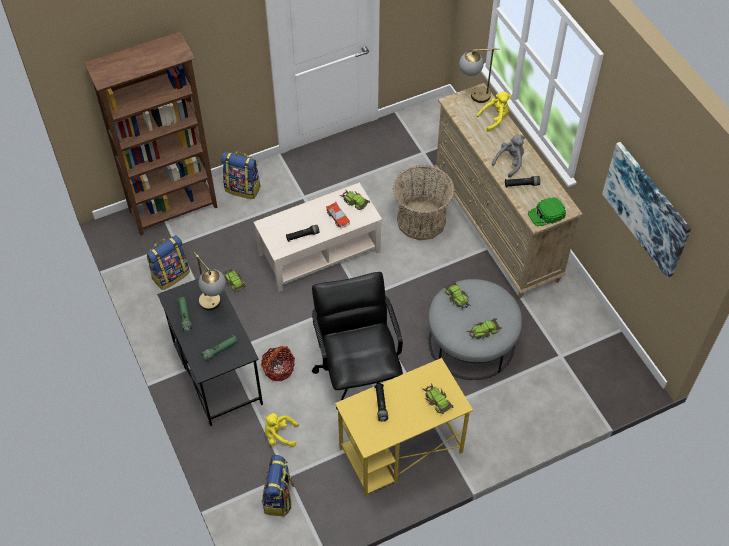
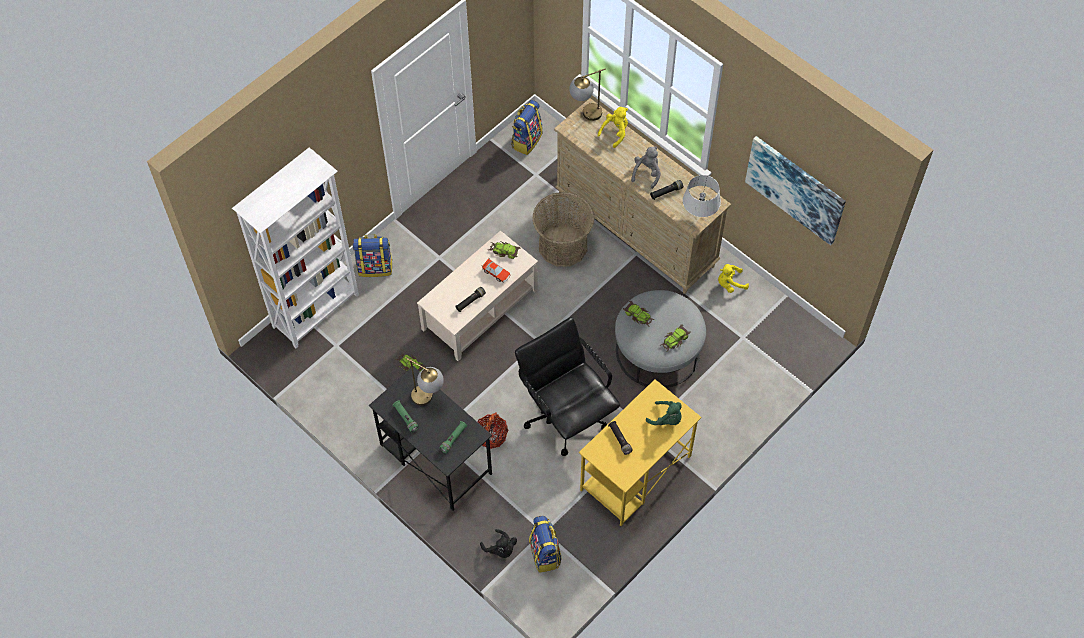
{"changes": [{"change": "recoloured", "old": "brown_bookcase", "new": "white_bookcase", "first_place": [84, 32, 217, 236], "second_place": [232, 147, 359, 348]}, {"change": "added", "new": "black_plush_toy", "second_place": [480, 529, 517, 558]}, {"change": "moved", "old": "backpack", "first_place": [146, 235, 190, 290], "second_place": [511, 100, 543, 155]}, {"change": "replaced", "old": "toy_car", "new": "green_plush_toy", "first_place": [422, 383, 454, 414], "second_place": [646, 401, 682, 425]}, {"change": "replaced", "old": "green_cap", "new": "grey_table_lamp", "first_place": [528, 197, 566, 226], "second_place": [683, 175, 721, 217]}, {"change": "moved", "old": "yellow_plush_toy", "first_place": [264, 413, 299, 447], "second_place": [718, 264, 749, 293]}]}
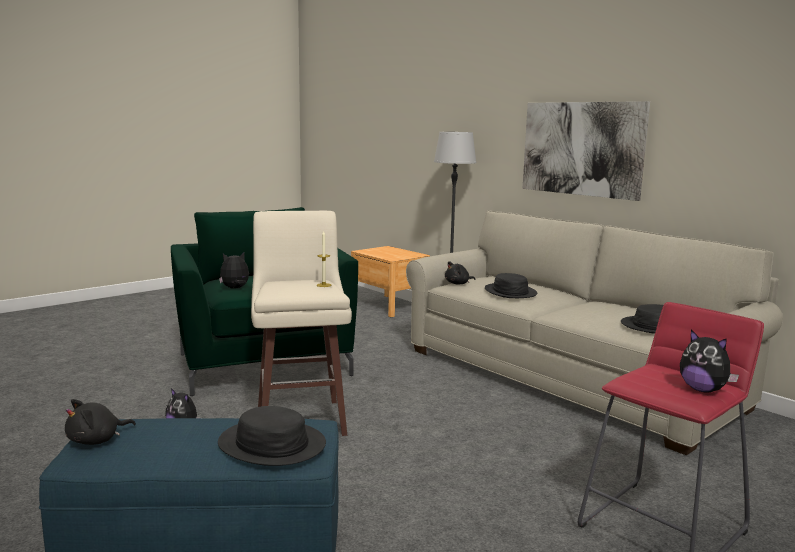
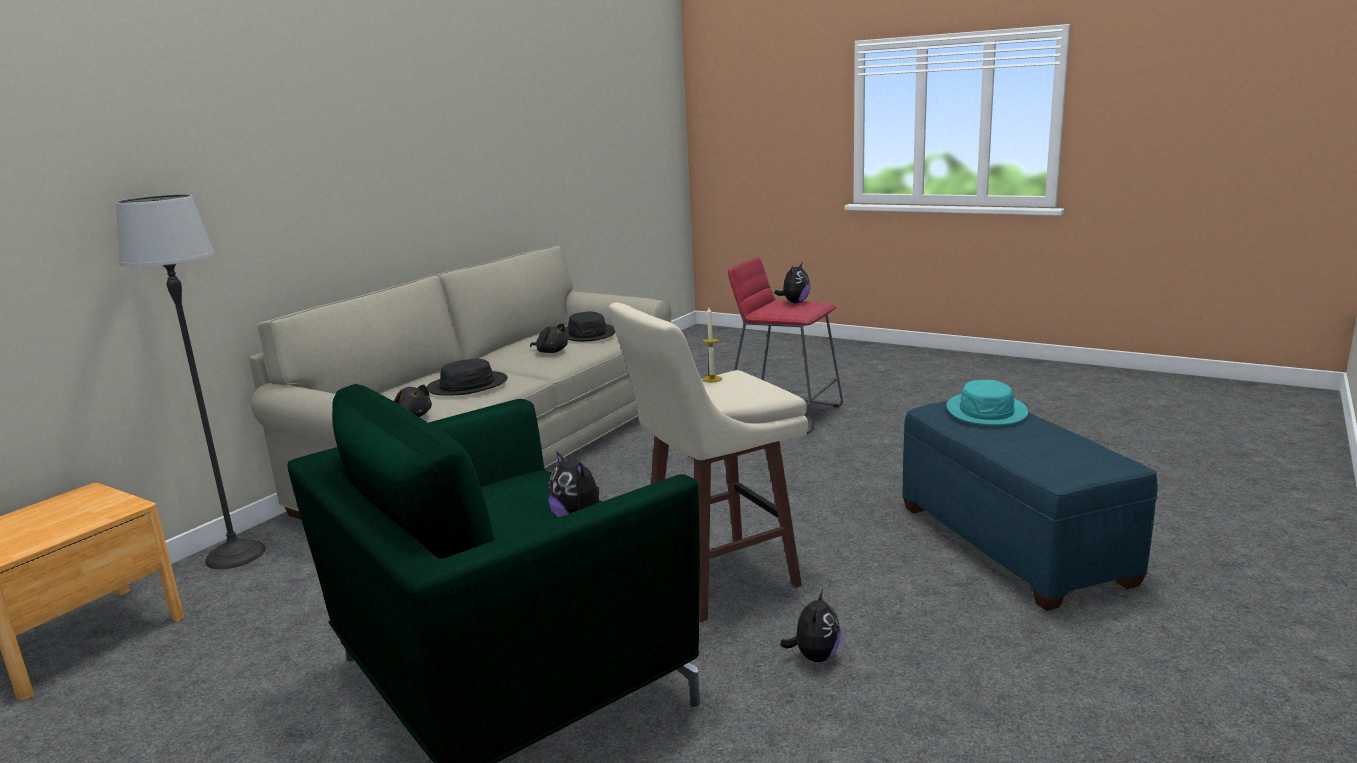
{"changes": [{"change": "moved", "old": "black_plush_toy", "first_place": [65, 399, 136, 445], "second_place": [530, 323, 568, 353]}, {"change": "recoloured", "old": "black_hat", "new": "turquoise_hat", "first_place": [218, 406, 326, 466], "second_place": [947, 380, 1028, 426]}, {"change": "removed", "old": "picture", "first_place": [522, 101, 650, 201]}]}
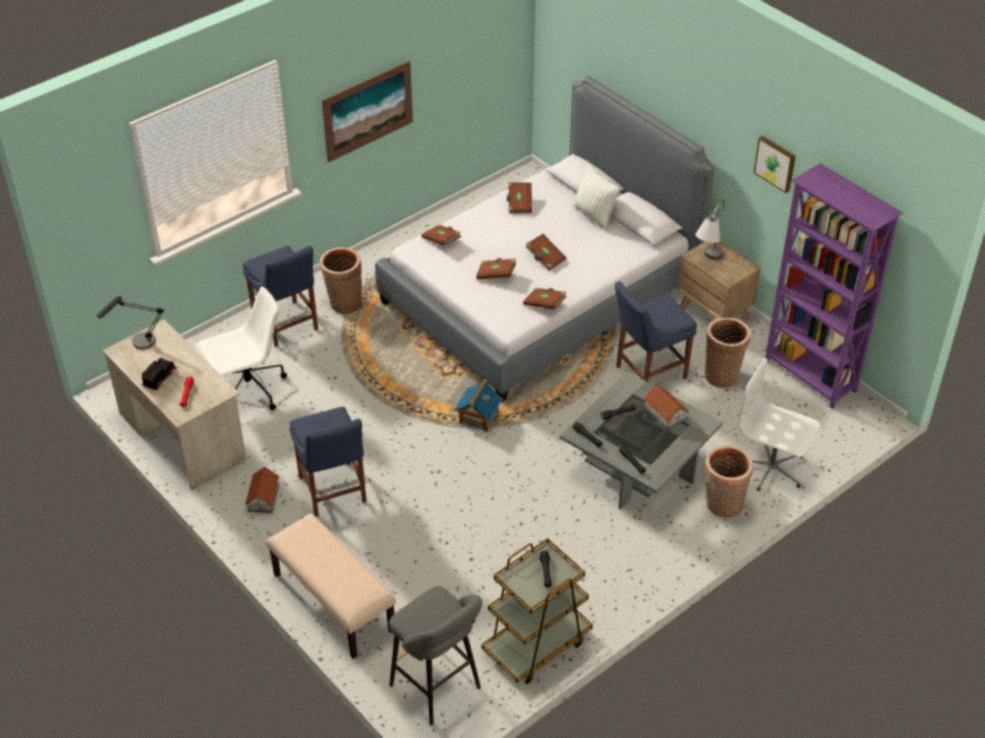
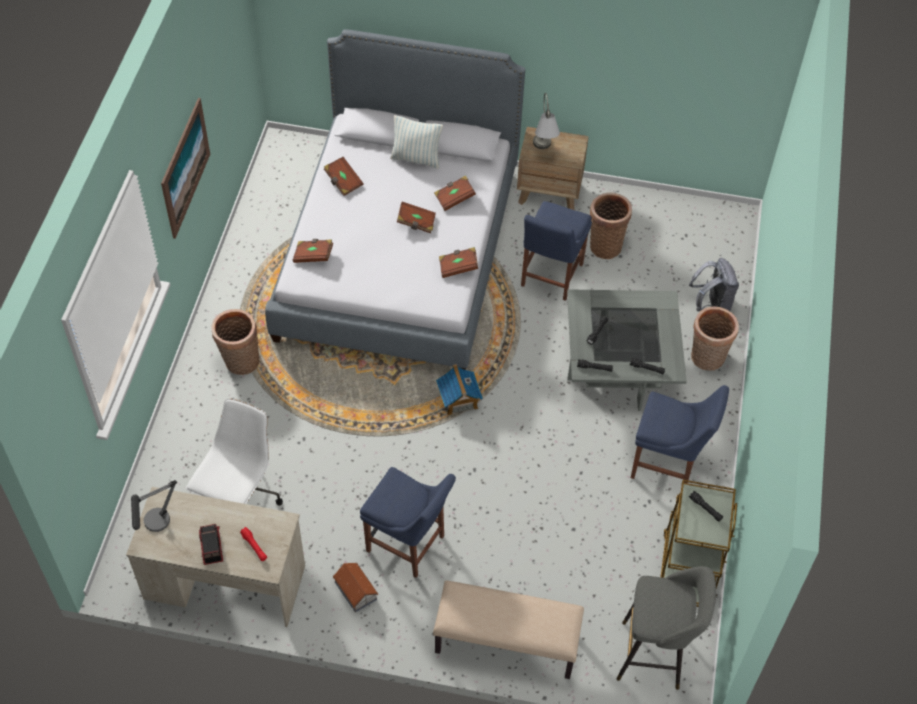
{"changes": [{"change": "moved", "old": "brown_book", "first_place": [476, 258, 516, 280], "second_place": [434, 175, 476, 211]}, {"change": "moved", "old": "blue_chair", "first_place": [243, 246, 318, 347], "second_place": [631, 385, 729, 483]}, {"change": "replaced", "old": "white_office_chair", "new": "grey_backpack", "first_place": [738, 358, 820, 491], "second_place": [689, 258, 739, 312]}, {"change": "removed", "old": "toy_house", "first_place": [644, 385, 689, 430]}, {"change": "removed", "old": "picture", "first_place": [754, 136, 795, 193]}, {"change": "removed", "old": "purple_bookcase", "first_place": [765, 163, 903, 409]}]}
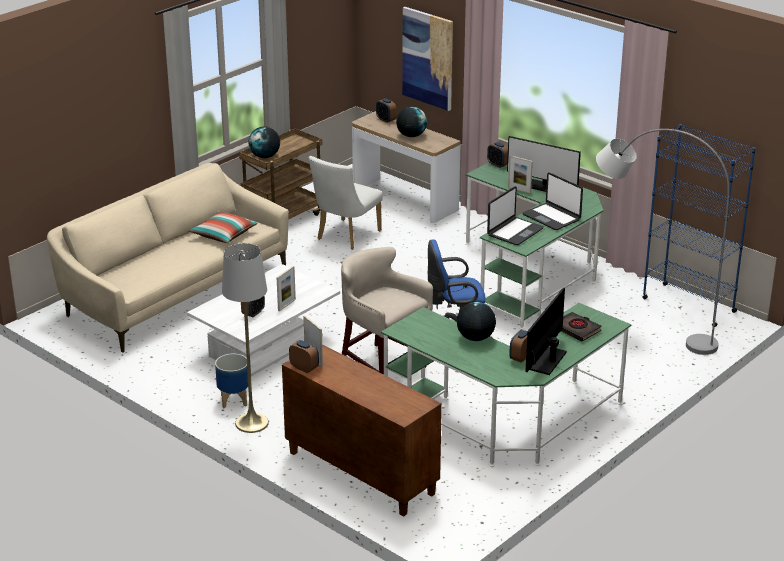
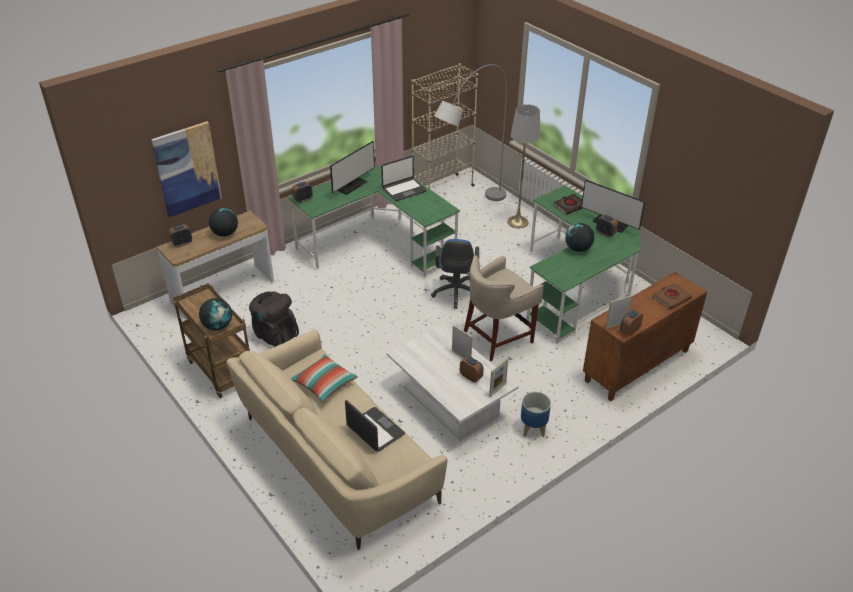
{"changes": [{"change": "replaced", "old": "white_chair", "new": "black_backpack", "first_place": [308, 156, 383, 250], "second_place": [249, 291, 299, 347]}, {"change": "moved", "old": "laptop", "first_place": [487, 186, 544, 245], "second_place": [345, 400, 405, 452]}, {"change": "recoloured", "old": "blue_bookcase", "new": "beige_bookcase", "first_place": [642, 124, 756, 327], "second_place": [412, 63, 478, 189]}, {"change": "moved", "old": "picture_frame", "first_place": [508, 155, 533, 193], "second_place": [489, 358, 508, 397]}, {"change": "moved", "old": "grey_floor_lamp", "first_place": [222, 243, 269, 433], "second_place": [507, 104, 540, 228]}, {"change": "added", "new": "brown_book", "second_place": [652, 283, 692, 310]}]}
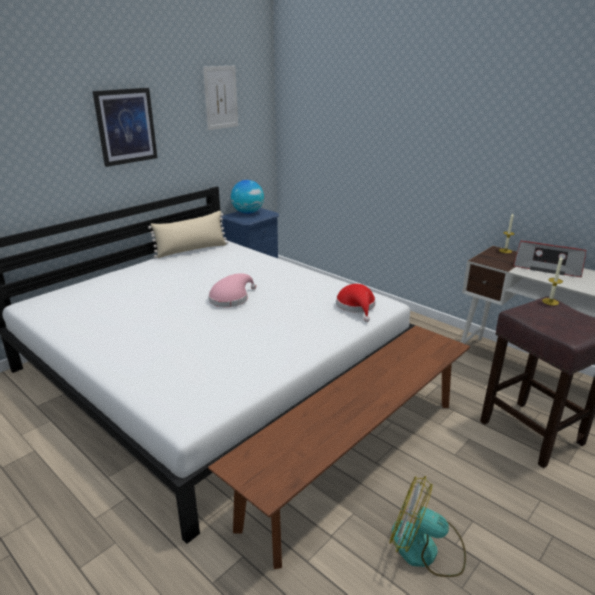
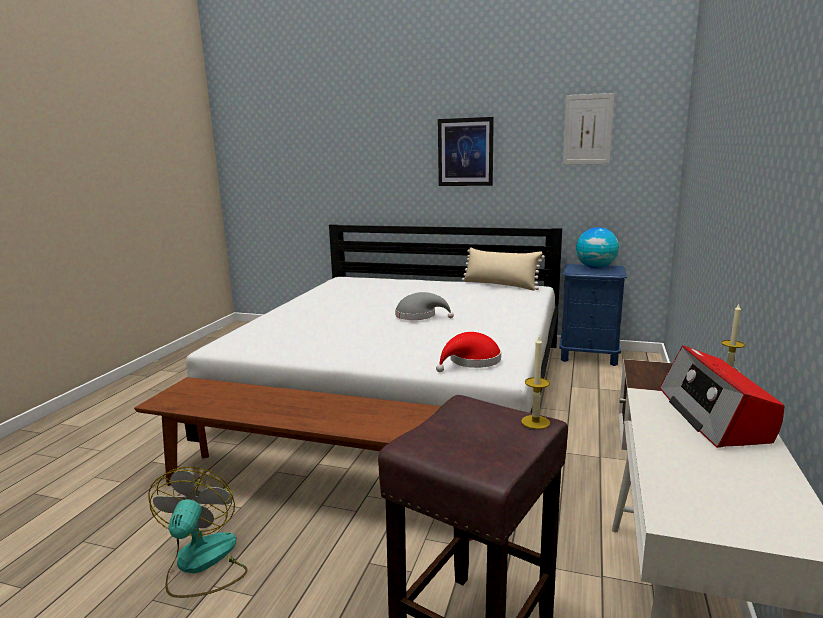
{"changes": [{"change": "recoloured", "old": "pink_hat", "new": "grey_hat", "first_place": [208, 273, 256, 307], "second_place": [395, 292, 454, 320]}]}
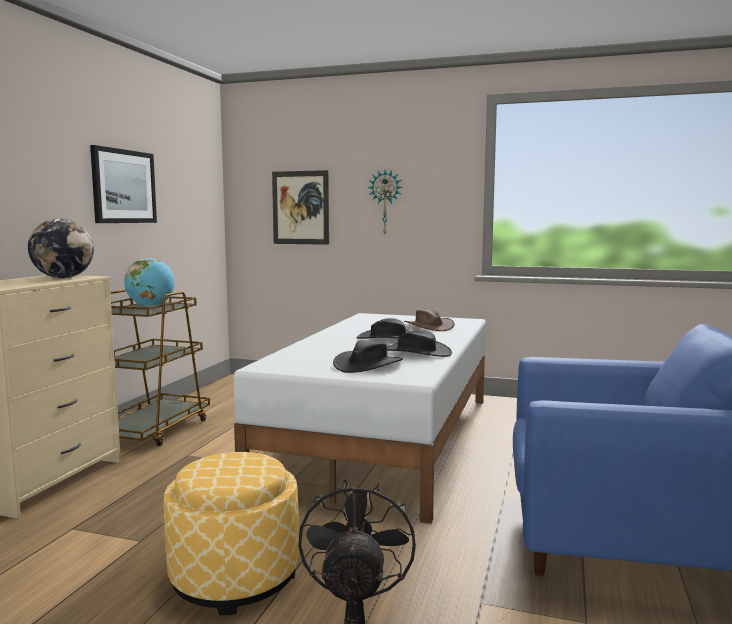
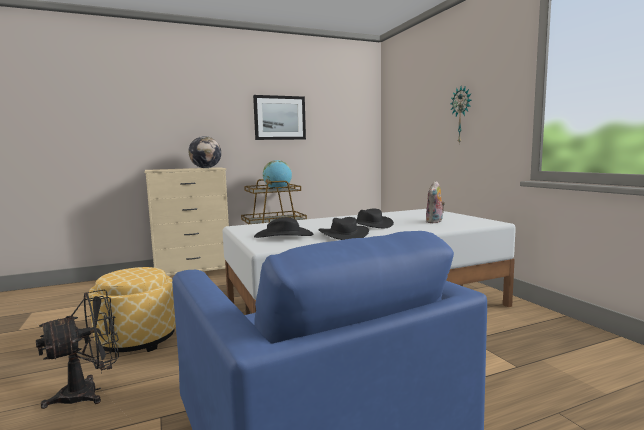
{"changes": [{"change": "replaced", "old": "brown_hat", "new": "plush_toy", "first_place": [404, 309, 455, 331], "second_place": [426, 181, 445, 223]}, {"change": "removed", "old": "picture", "first_place": [272, 170, 329, 245]}]}
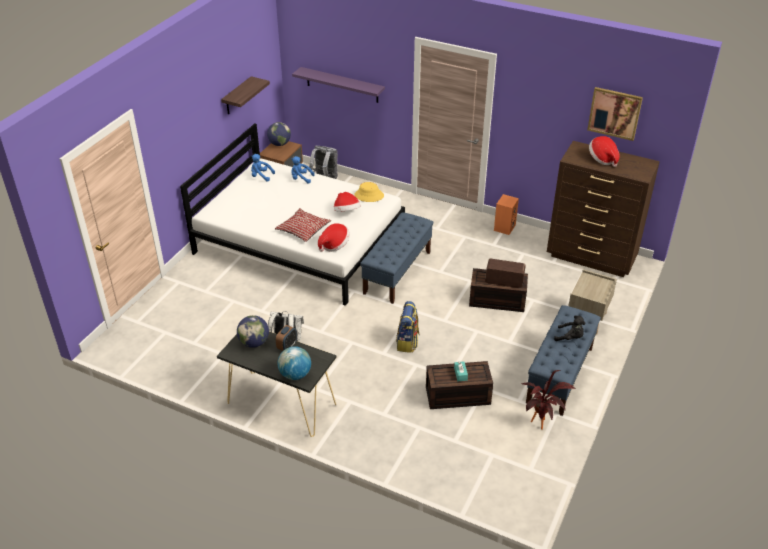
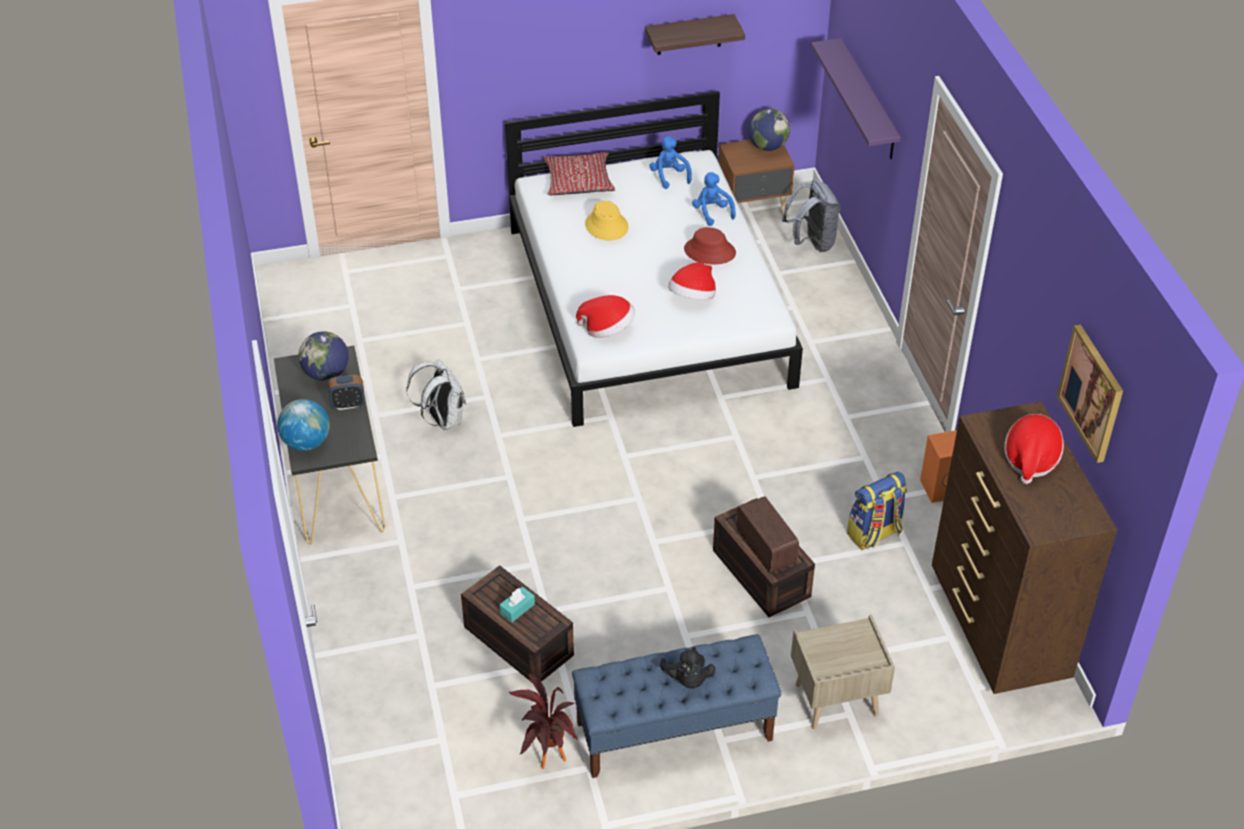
{"changes": [{"change": "moved", "old": "red_pillow", "first_place": [275, 208, 331, 242], "second_place": [543, 152, 615, 195]}, {"change": "moved", "old": "yellow_hat", "first_place": [354, 182, 384, 202], "second_place": [585, 201, 629, 240]}, {"change": "added", "new": "red_hat", "second_place": [684, 227, 736, 265]}, {"change": "moved", "old": "backpack", "first_place": [396, 301, 420, 353], "second_place": [847, 472, 907, 550]}, {"change": "removed", "old": "blue_bench", "first_place": [360, 212, 433, 304]}]}
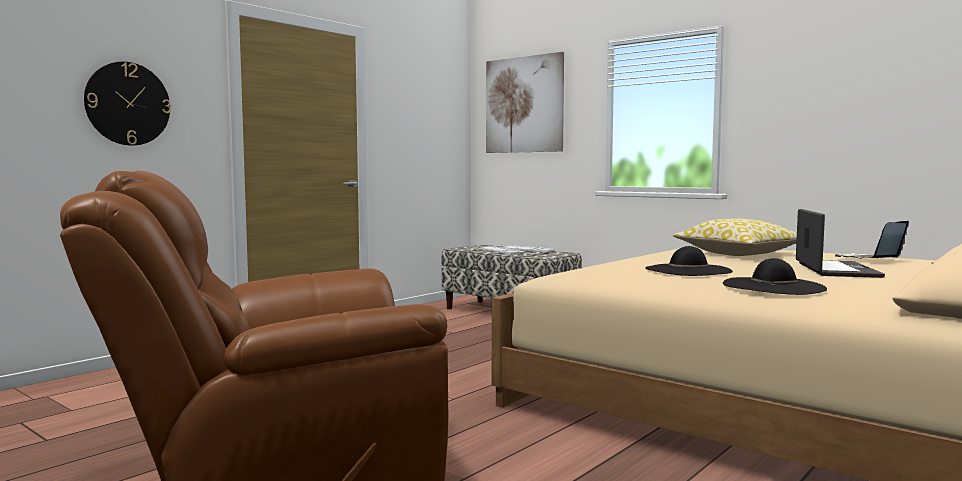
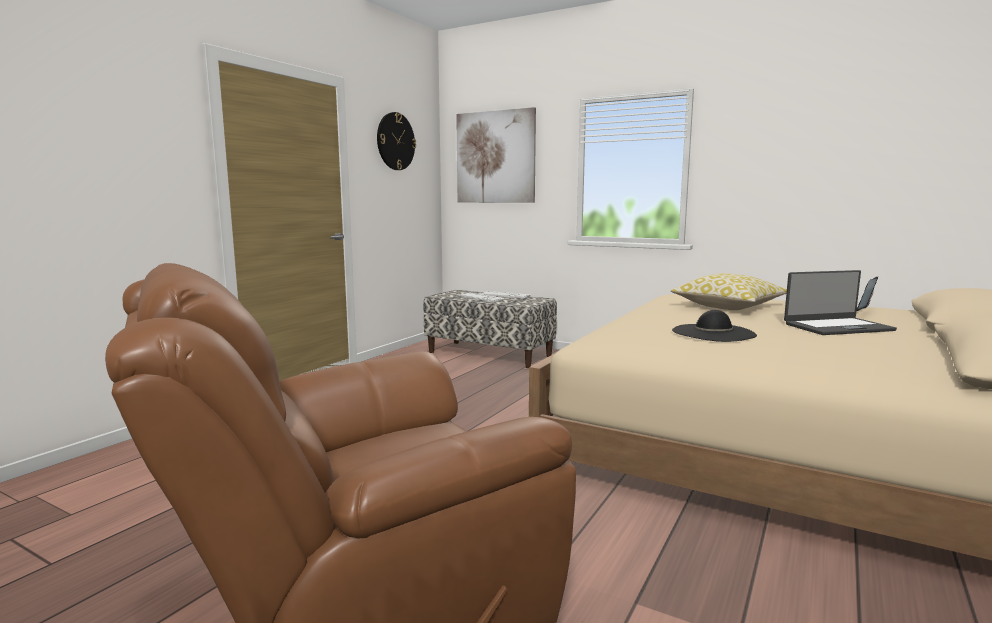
{"changes": [{"change": "moved", "old": "wall_clock", "first_place": [84, 62, 171, 146], "second_place": [377, 112, 416, 170]}, {"change": "turned", "old": "laptop", "first_place": [796, 209, 885, 278], "second_place": [784, 270, 897, 335], "degrees": 75}, {"change": "removed", "old": "black_hat", "first_place": [723, 258, 827, 295]}]}
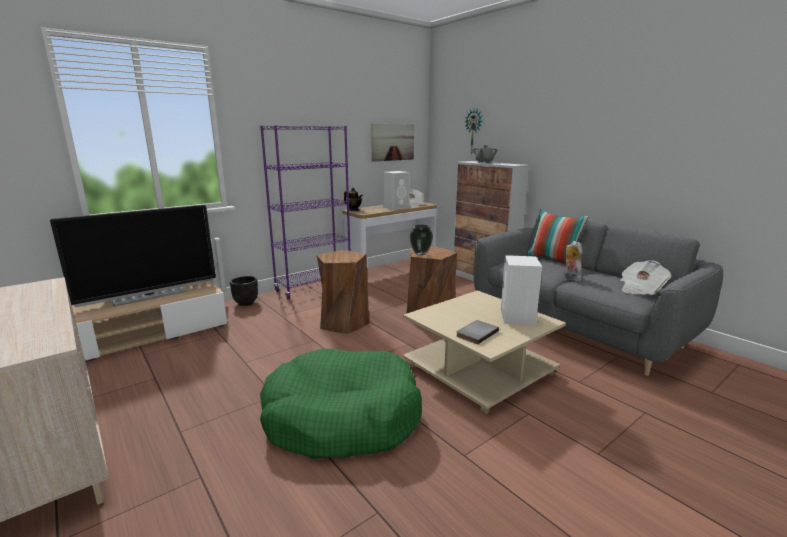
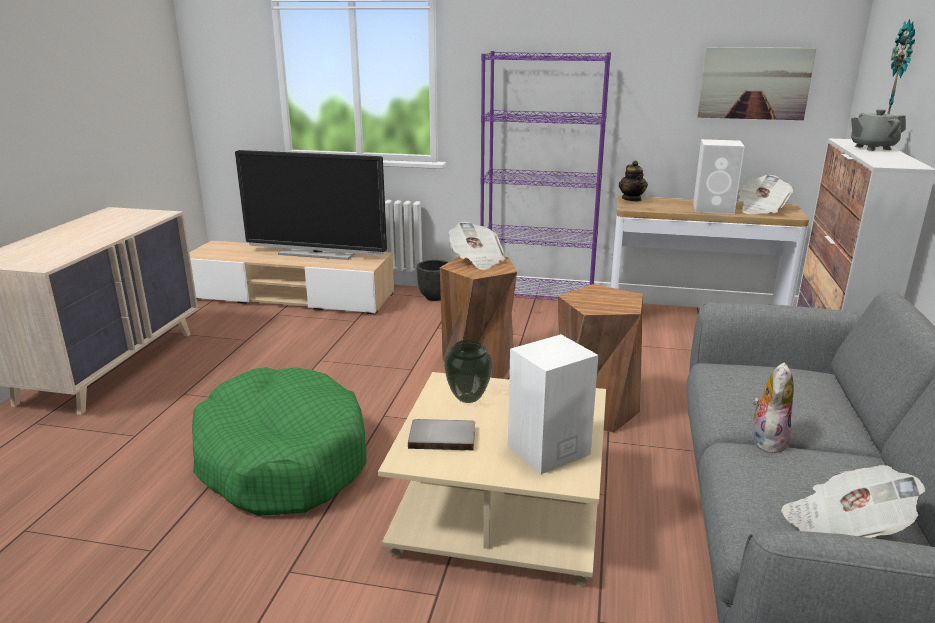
{"changes": [{"change": "moved", "old": "vase", "first_place": [410, 225, 433, 255], "second_place": [444, 340, 492, 403]}, {"change": "added", "new": "newspaper", "second_place": [449, 222, 505, 270]}, {"change": "removed", "old": "pillow", "first_place": [527, 209, 589, 264]}]}
